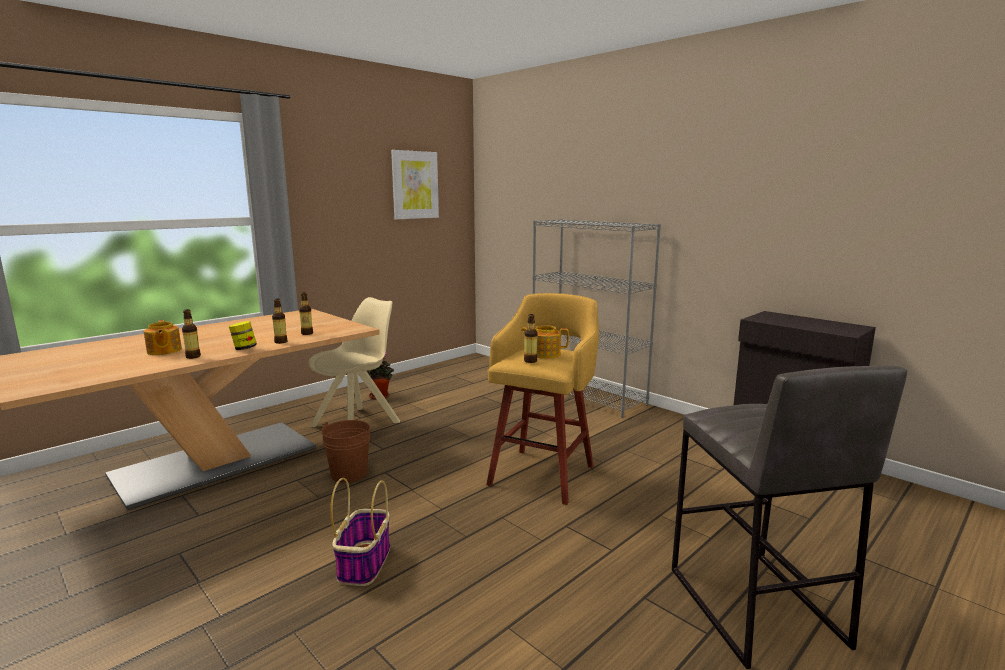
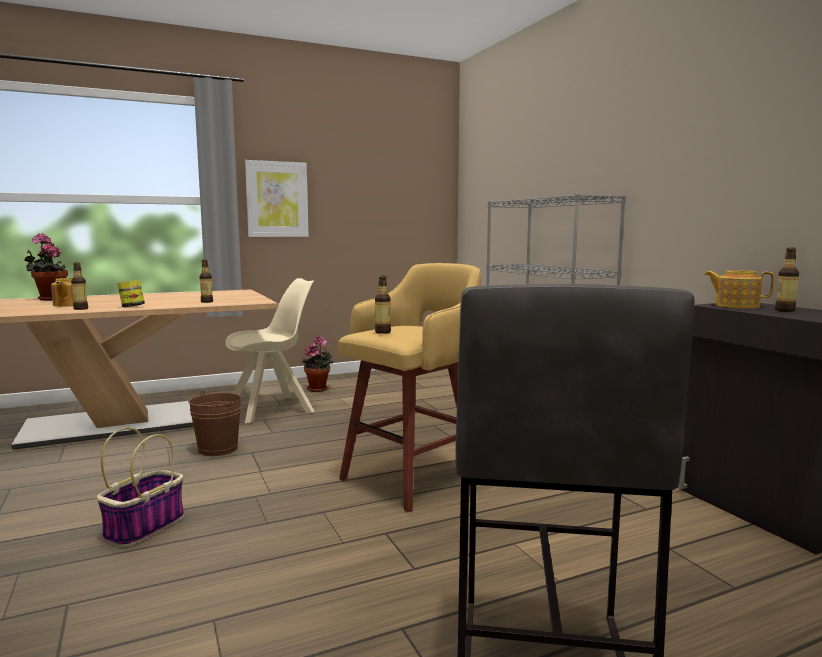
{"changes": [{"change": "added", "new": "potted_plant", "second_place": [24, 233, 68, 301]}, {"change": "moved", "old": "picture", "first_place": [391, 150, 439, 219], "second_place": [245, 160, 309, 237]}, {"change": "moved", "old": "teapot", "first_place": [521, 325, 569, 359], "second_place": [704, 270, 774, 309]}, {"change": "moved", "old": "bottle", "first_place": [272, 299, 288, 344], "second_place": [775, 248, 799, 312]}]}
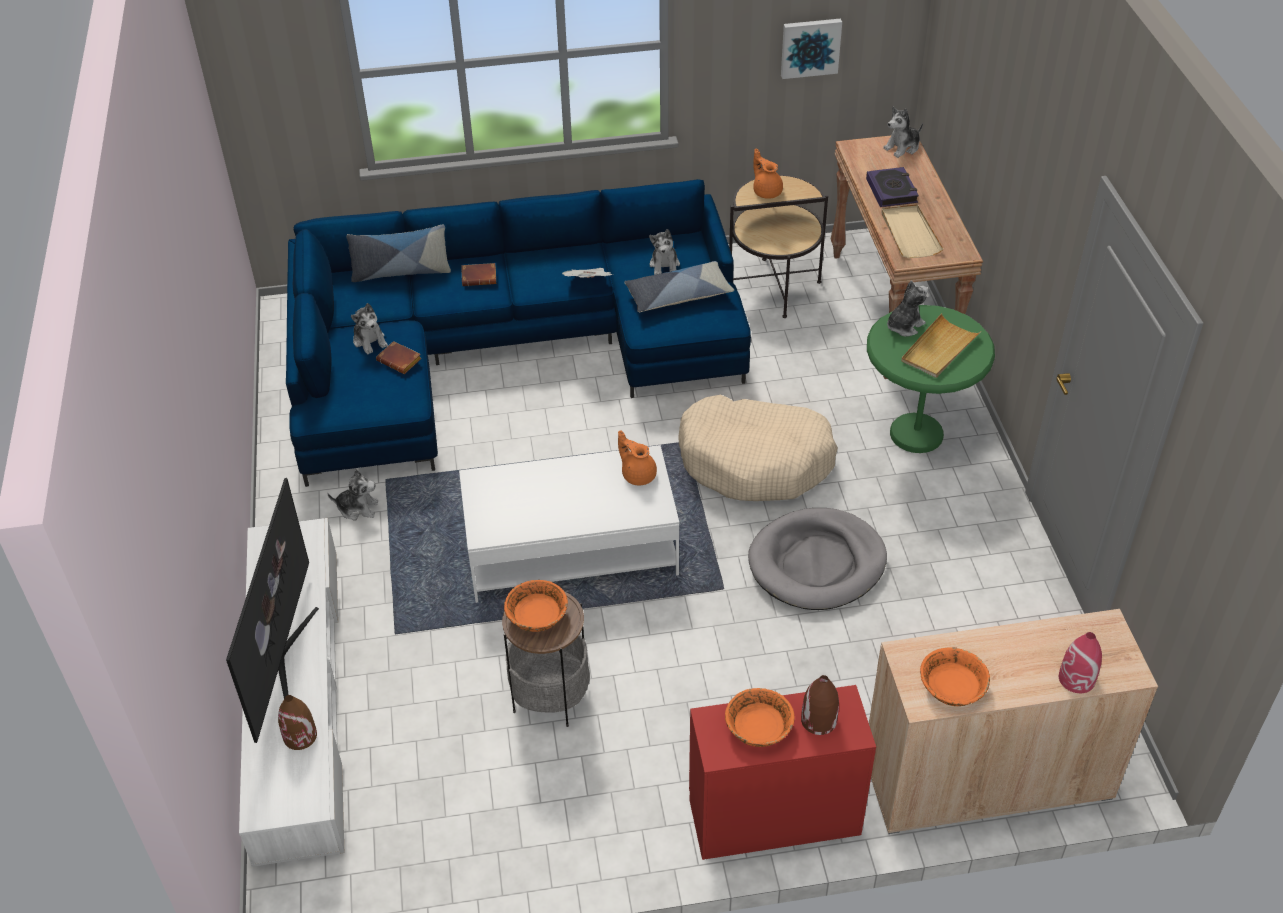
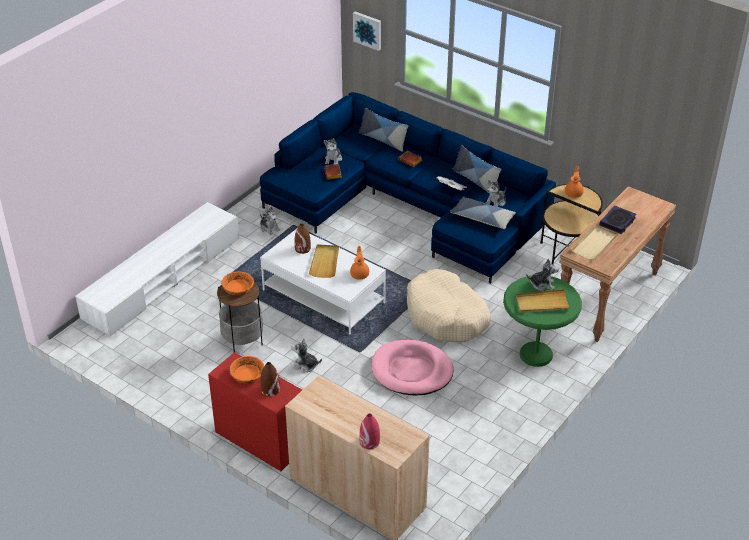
{"changes": [{"change": "moved", "old": "plush_toy", "first_place": [883, 107, 923, 158], "second_place": [291, 339, 322, 372]}, {"change": "moved", "old": "brown_vase", "first_place": [278, 695, 317, 750], "second_place": [295, 224, 311, 254]}, {"change": "added", "new": "beige_tray", "second_place": [309, 244, 339, 278]}, {"change": "moved", "old": "picture", "first_place": [781, 19, 842, 79], "second_place": [353, 12, 381, 51]}, {"change": "recoloured", "old": "grey_dog_bed", "new": "pink_dog_bed", "first_place": [748, 508, 887, 610], "second_place": [372, 340, 453, 396]}, {"change": "added", "new": "pillow", "second_place": [453, 145, 501, 194]}, {"change": "removed", "old": "television", "first_place": [226, 478, 319, 743]}, {"change": "removed", "old": "orange_bowl", "first_place": [920, 647, 990, 706]}]}
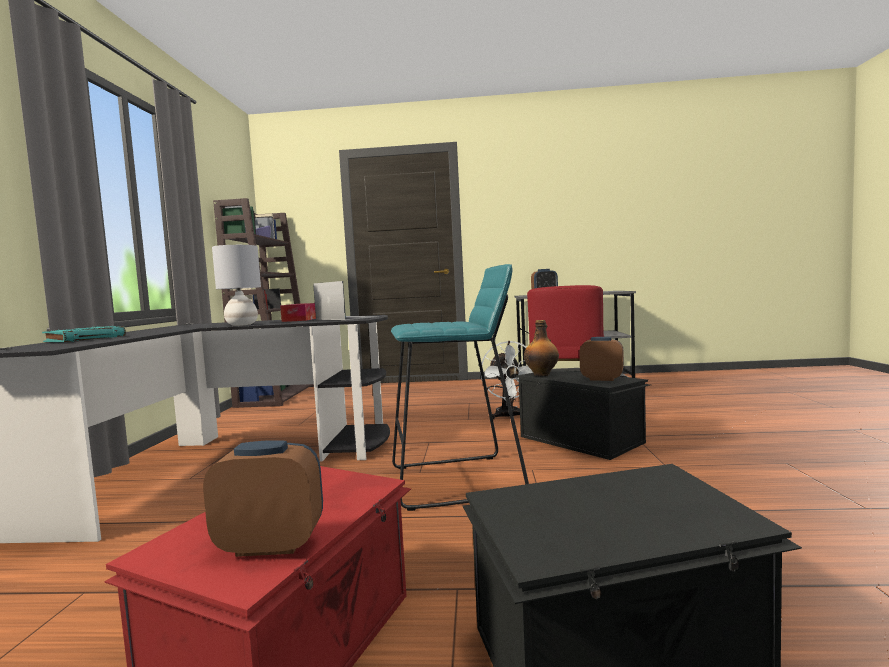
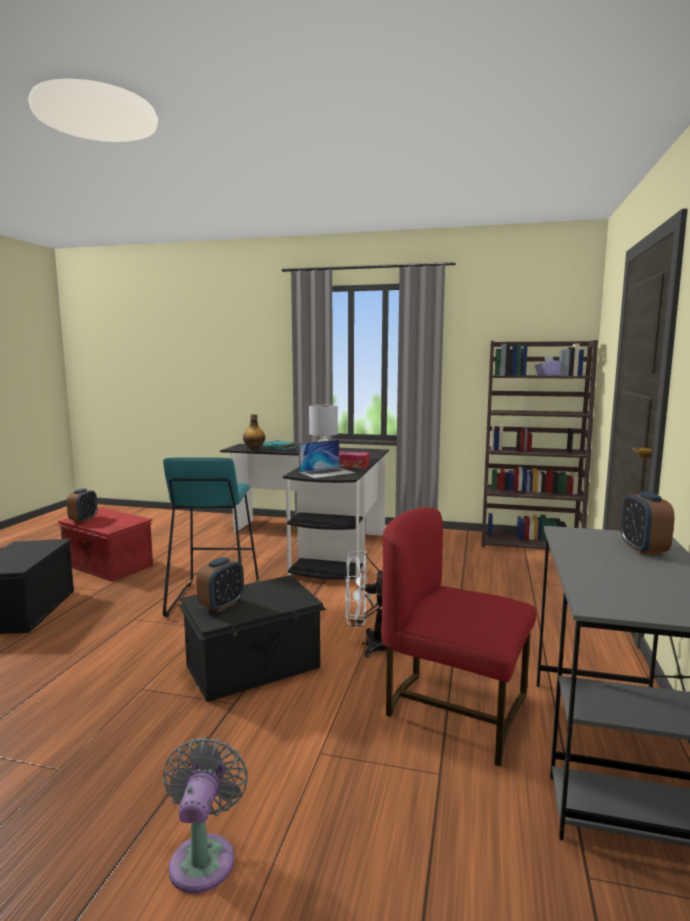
{"changes": [{"change": "added", "new": "grey_fan", "second_place": [163, 737, 248, 893]}, {"change": "moved", "old": "bottle", "first_place": [524, 320, 559, 376], "second_place": [243, 414, 265, 451]}]}
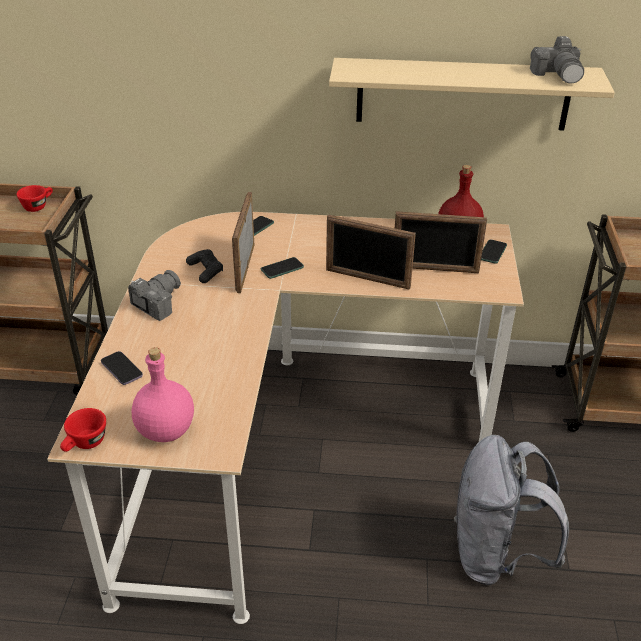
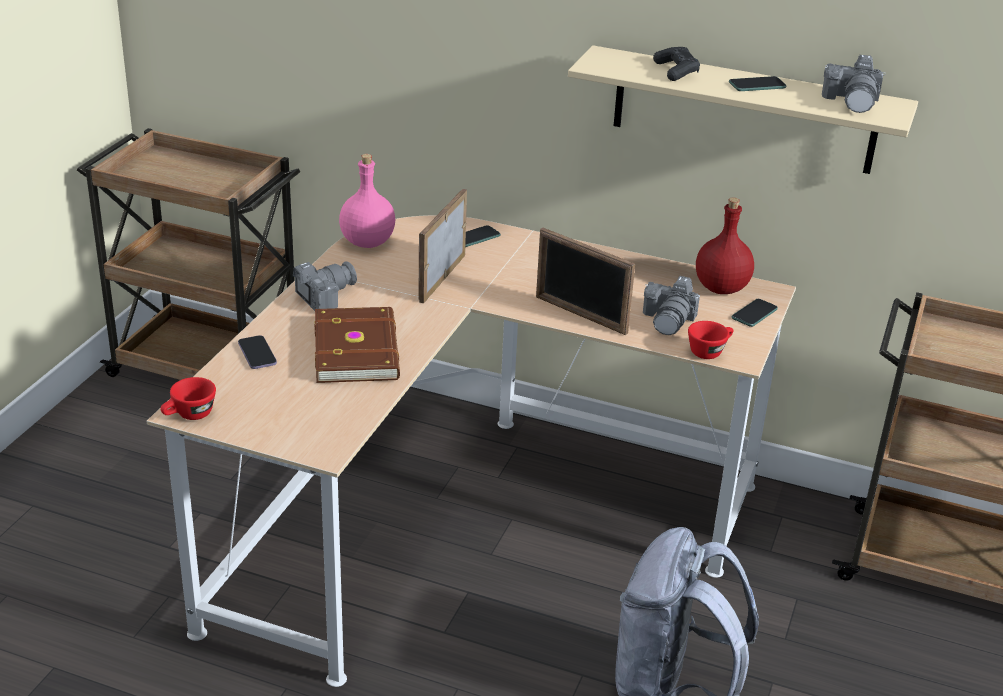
{"changes": [{"change": "added", "new": "brown_book", "second_place": [314, 307, 400, 383]}, {"change": "moved", "old": "pink_bottle", "first_place": [132, 347, 194, 442], "second_place": [339, 154, 395, 248]}, {"change": "replaced", "old": "picture_frame", "new": "photo_camera", "first_place": [395, 211, 487, 273], "second_place": [643, 276, 700, 335]}, {"change": "moved", "old": "black_game_controller", "first_place": [186, 249, 223, 283], "second_place": [653, 47, 700, 81]}, {"change": "moved", "old": "red_cup", "first_place": [17, 185, 53, 212], "second_place": [688, 321, 733, 359]}, {"change": "moved", "old": "phone", "first_place": [261, 257, 304, 279], "second_place": [729, 76, 786, 91]}]}
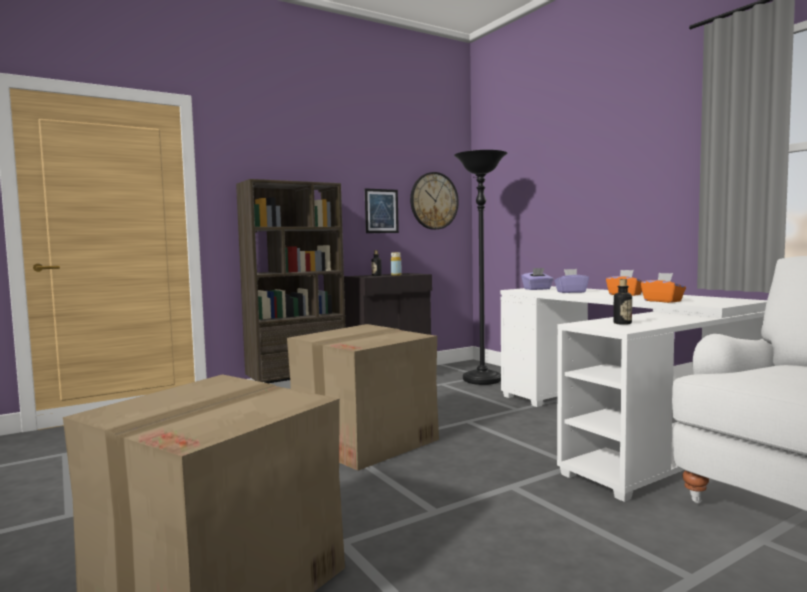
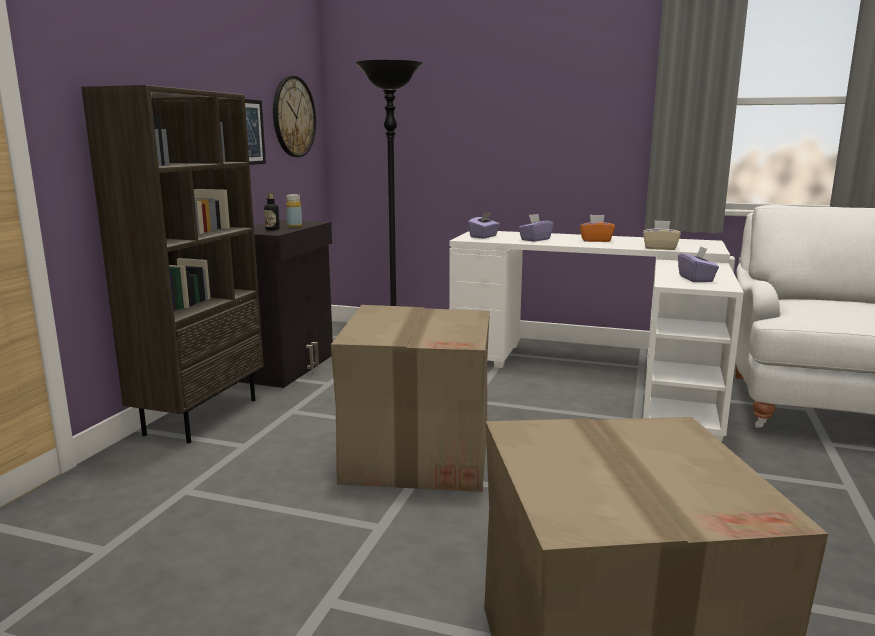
{"changes": [{"change": "recoloured", "old": "orange_tissue_box", "new": "beige_tissue_box", "first_place": [641, 273, 686, 303], "second_place": [643, 220, 681, 250]}, {"change": "replaced", "old": "bottle", "new": "purple_tissue_box", "first_place": [613, 279, 632, 325], "second_place": [678, 247, 719, 282]}]}
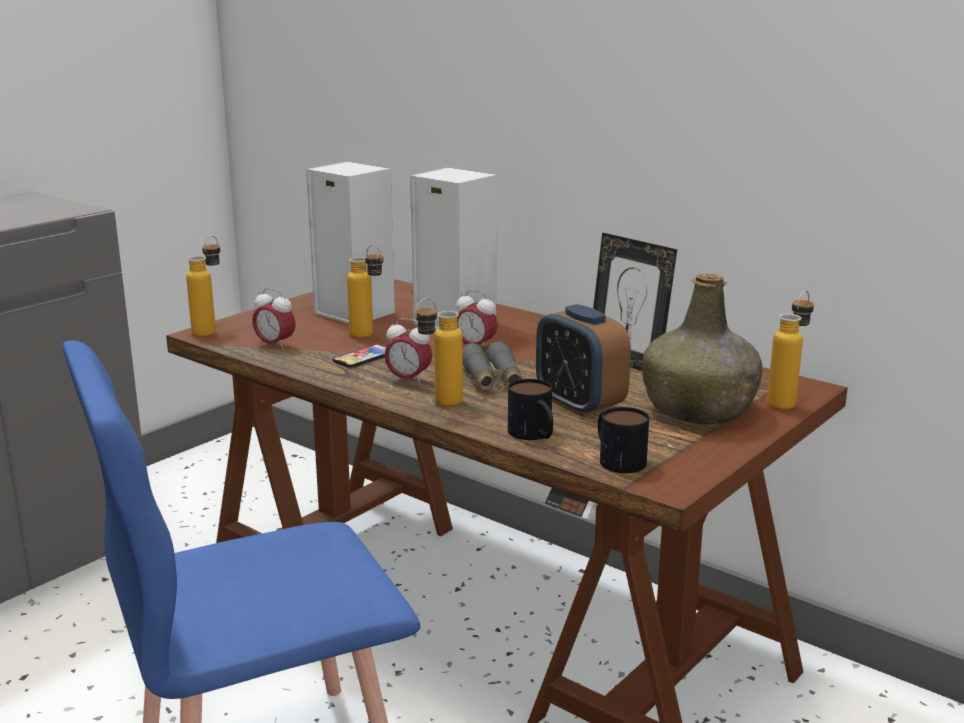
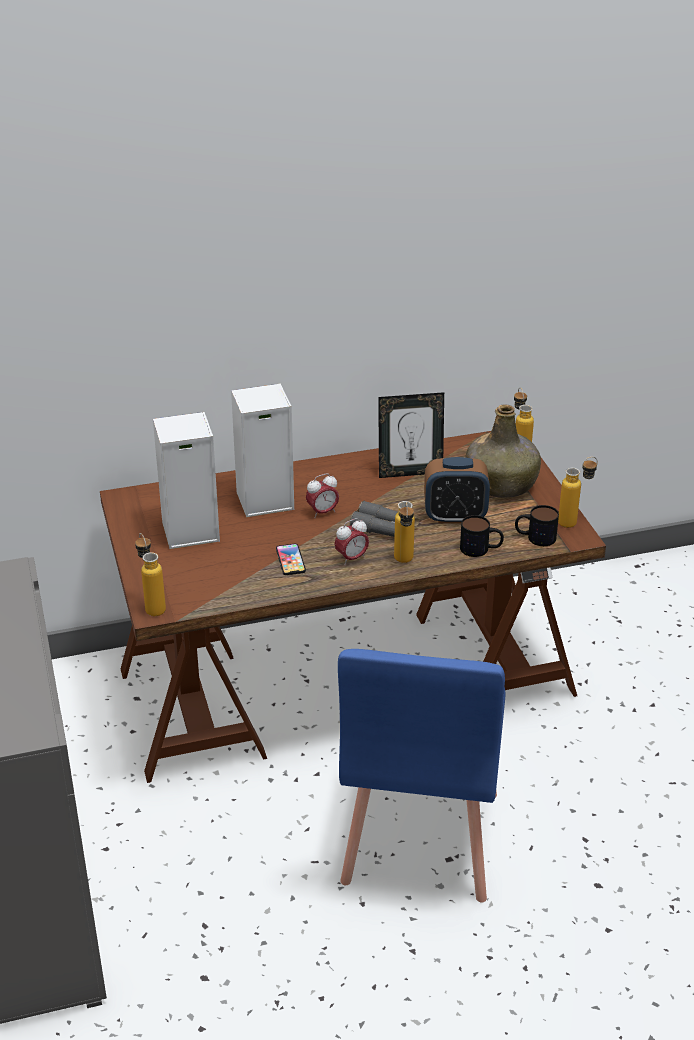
{"changes": [{"change": "moved", "old": "bottle", "first_place": [347, 245, 383, 338], "second_place": [558, 457, 598, 528]}, {"change": "removed", "old": "alarm_clock", "first_place": [252, 288, 296, 350]}]}
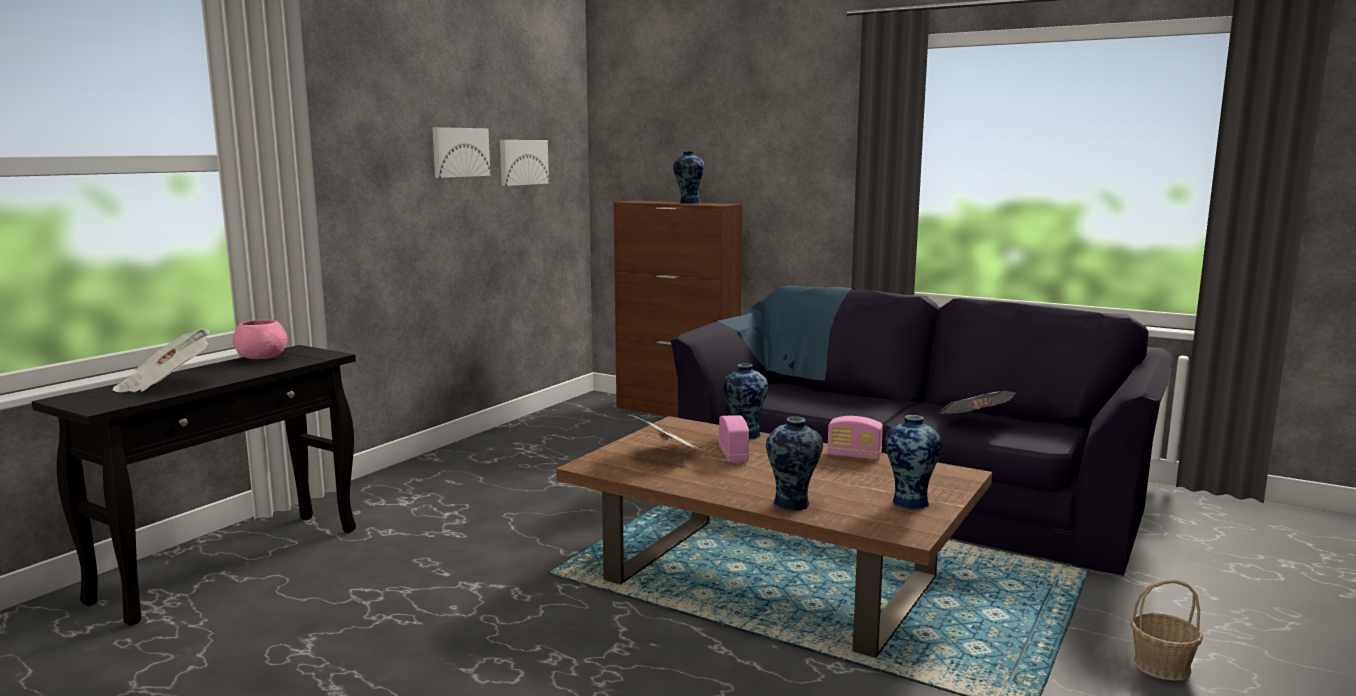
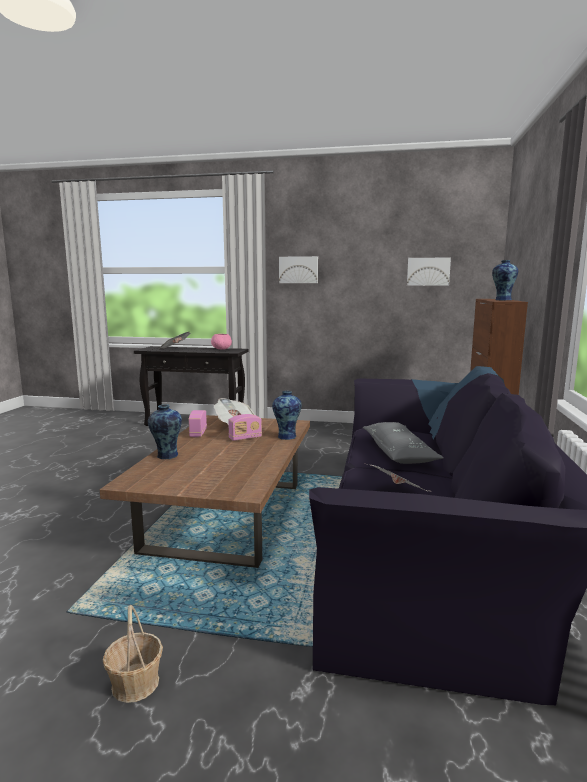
{"changes": [{"change": "moved", "old": "radio", "first_place": [827, 416, 883, 460], "second_place": [189, 410, 207, 437]}, {"change": "moved", "old": "picture", "first_place": [432, 127, 490, 178], "second_place": [279, 256, 318, 283]}, {"change": "added", "new": "grey_pillow", "second_place": [363, 422, 444, 464]}, {"change": "removed", "old": "vase", "first_place": [885, 415, 942, 510]}]}
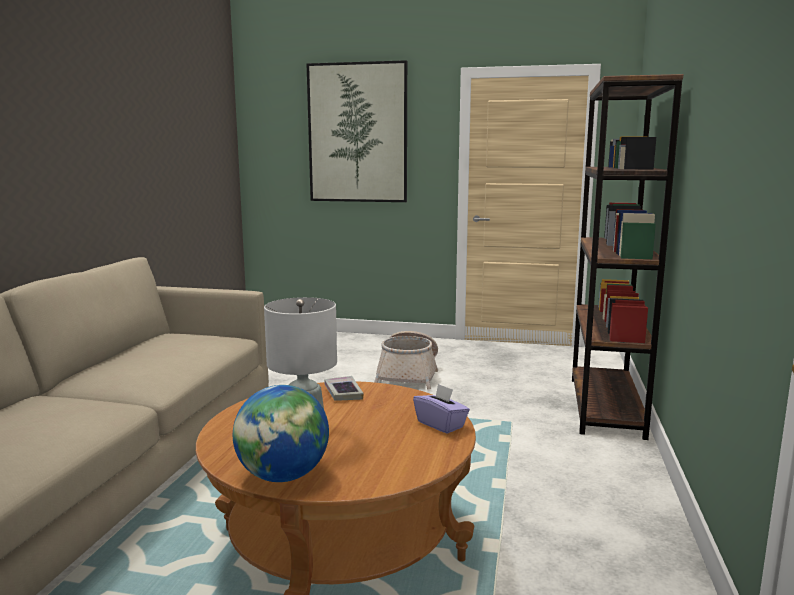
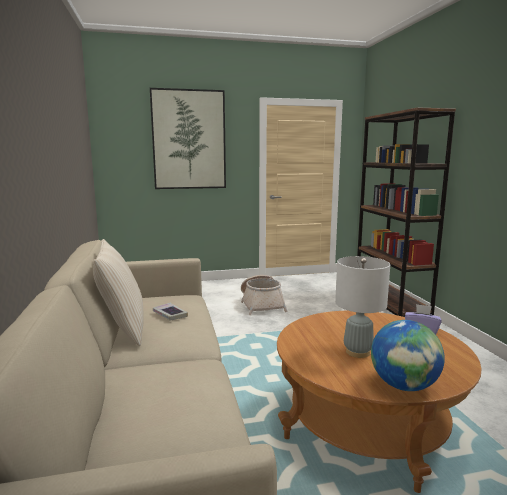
{"changes": [{"change": "added", "new": "beige_pillow", "second_place": [93, 239, 144, 346]}, {"change": "moved", "old": "book", "first_place": [324, 376, 364, 400], "second_place": [153, 303, 188, 320]}]}
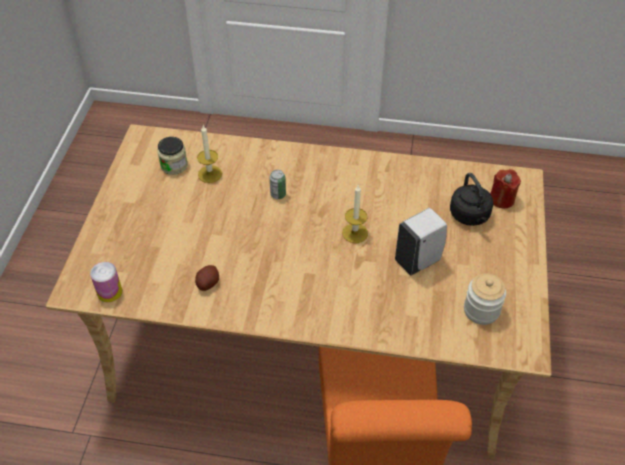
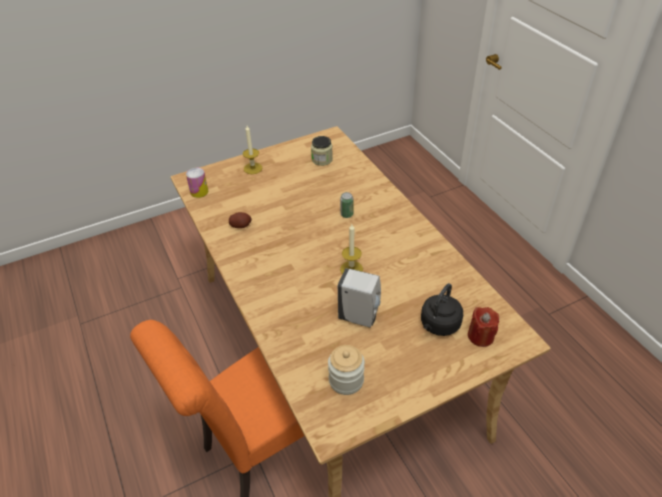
{"changes": [{"change": "moved", "old": "candle", "first_place": [197, 125, 222, 183], "second_place": [243, 126, 262, 174]}]}
